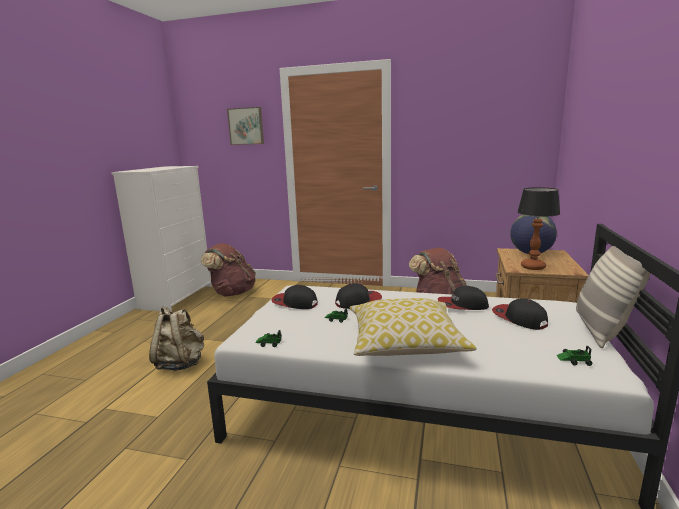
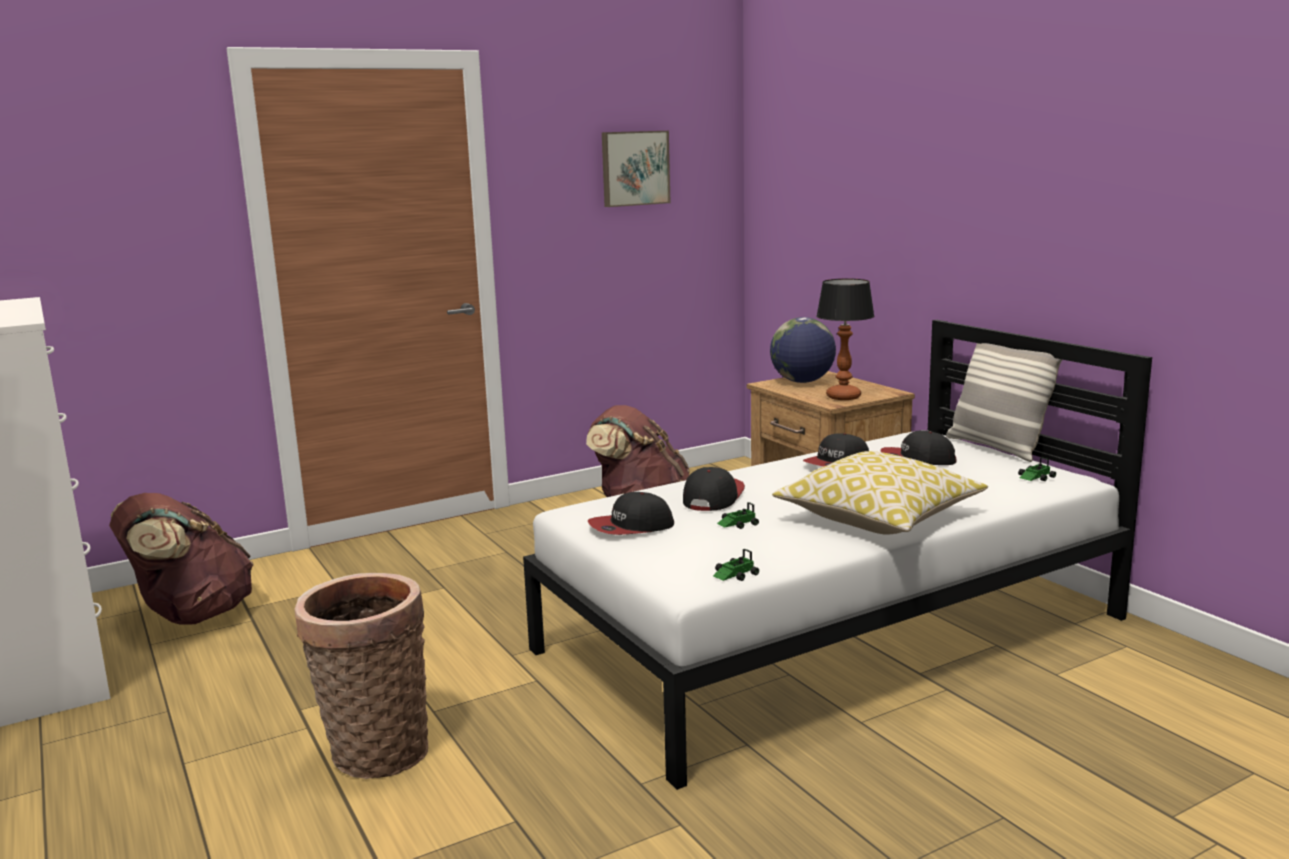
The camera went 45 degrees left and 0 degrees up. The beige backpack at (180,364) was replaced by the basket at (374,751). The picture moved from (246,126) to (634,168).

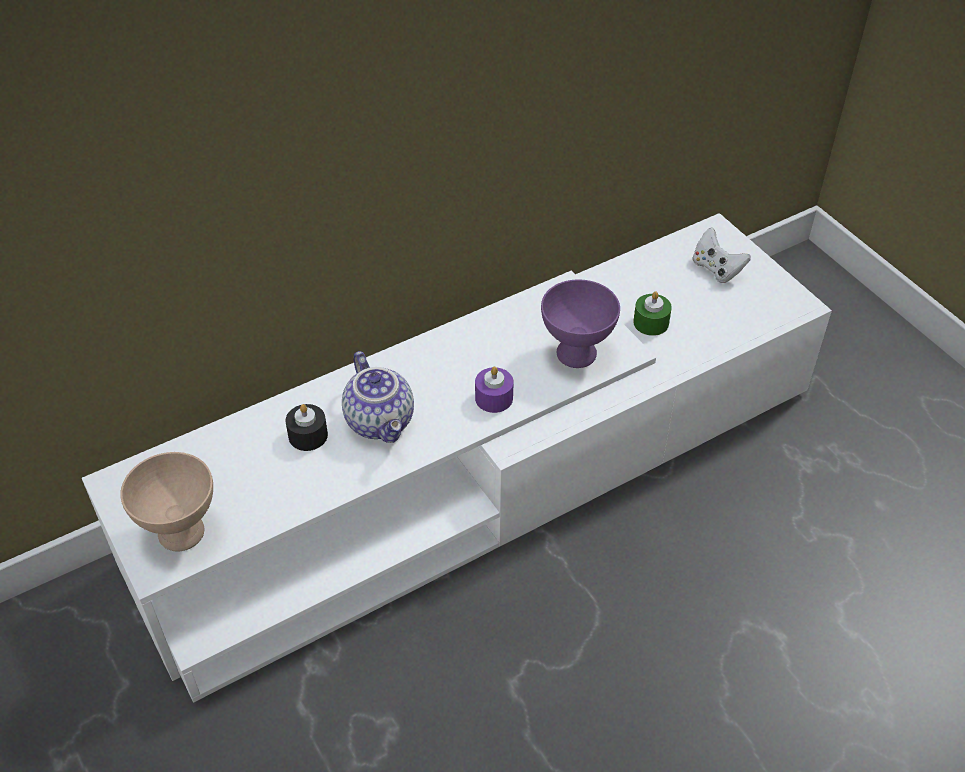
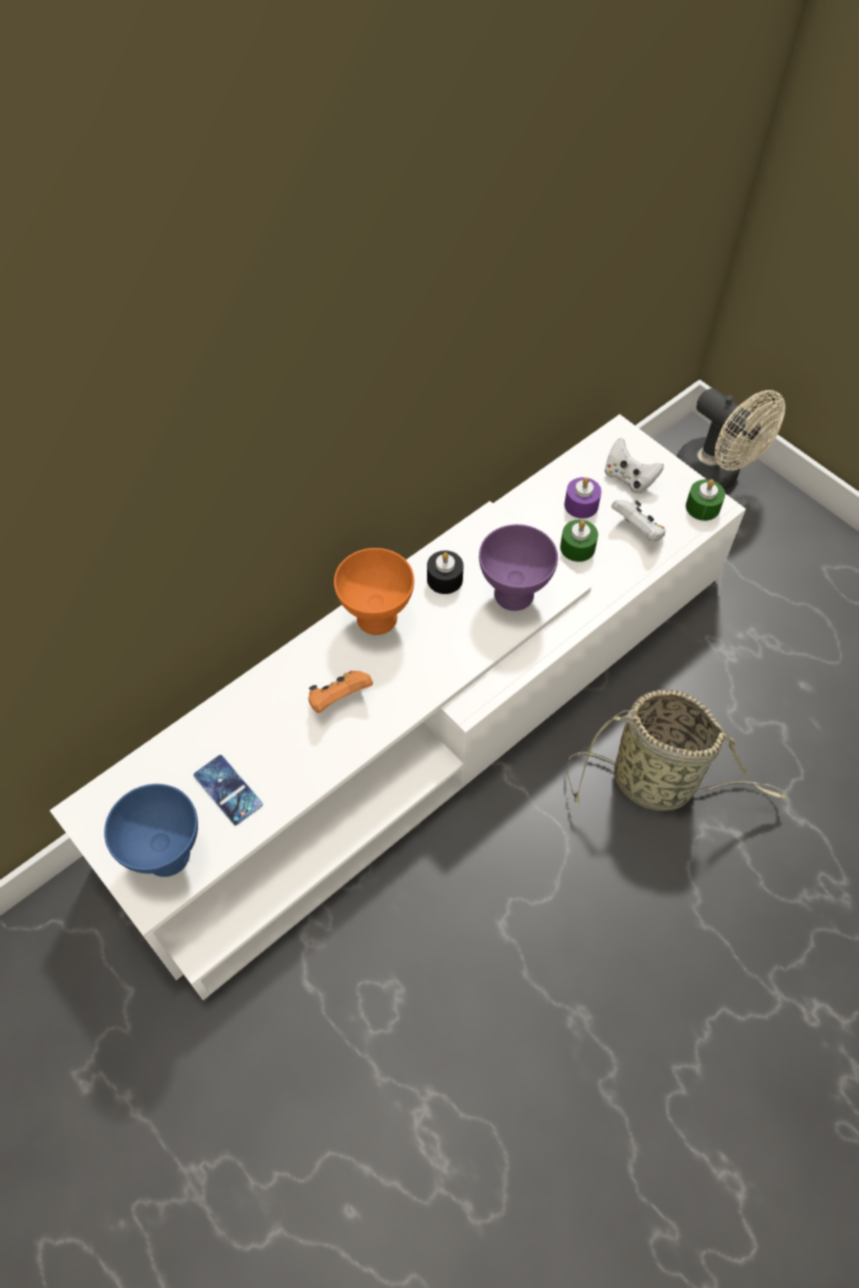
The camera went 10 degrees left and 10 degrees up. The beige bowl at (182,531) became the blue bowl at (167,853). The phone at (228,790) appeared. The teapot at (381,421) was replaced by the orange game controller at (339,699). The orange bowl at (378,617) appeared. The black candle moved from (308,435) to (444,579). The purple candle moved from (494,398) to (581,505). The basket at (658,783) appeared. The white game controller at (638,531) appeared. The beige fan at (715,477) appeared. The green candle at (702,507) appeared.

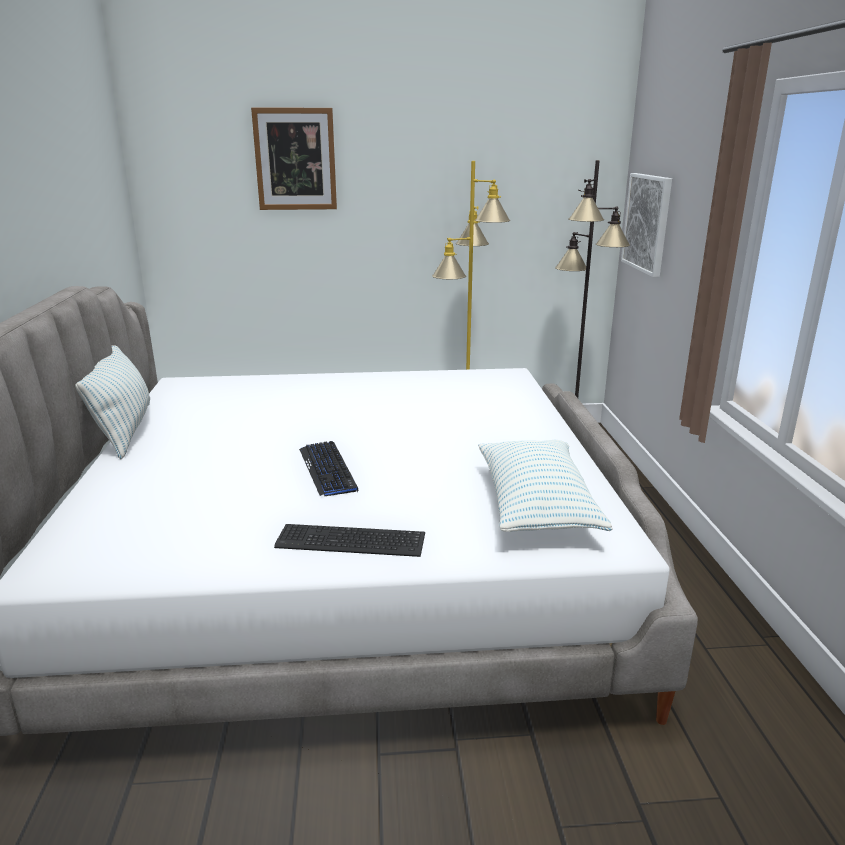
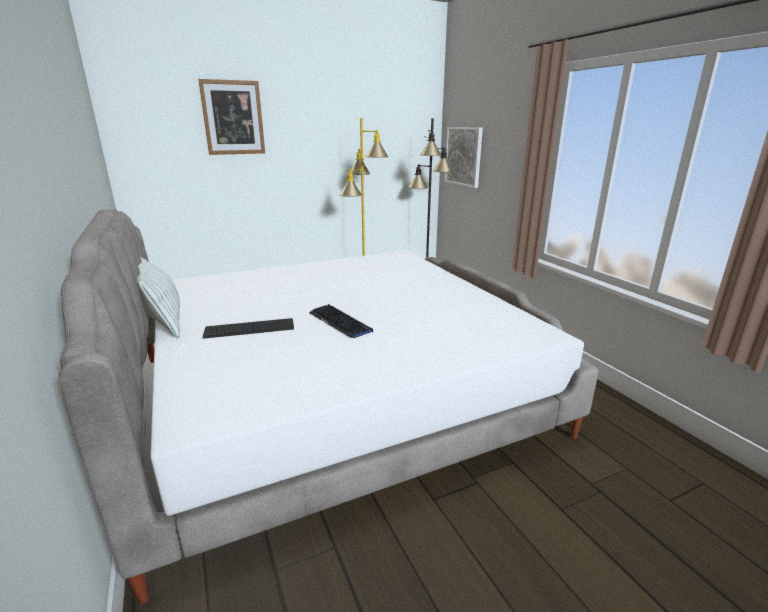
The camera went 20 degrees left and 0 degrees up. The keyboard moved from (352,542) to (251,329). The pillow at (536,505) disappeared.

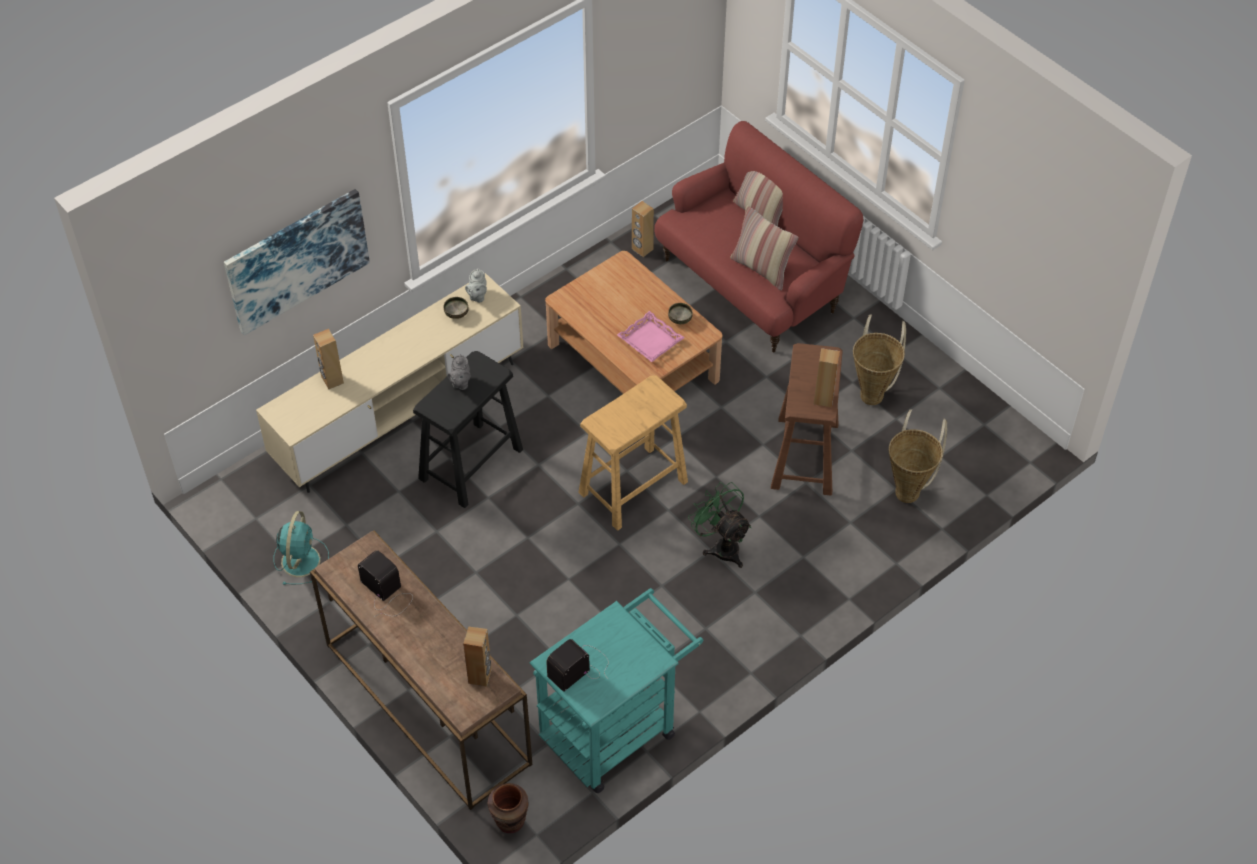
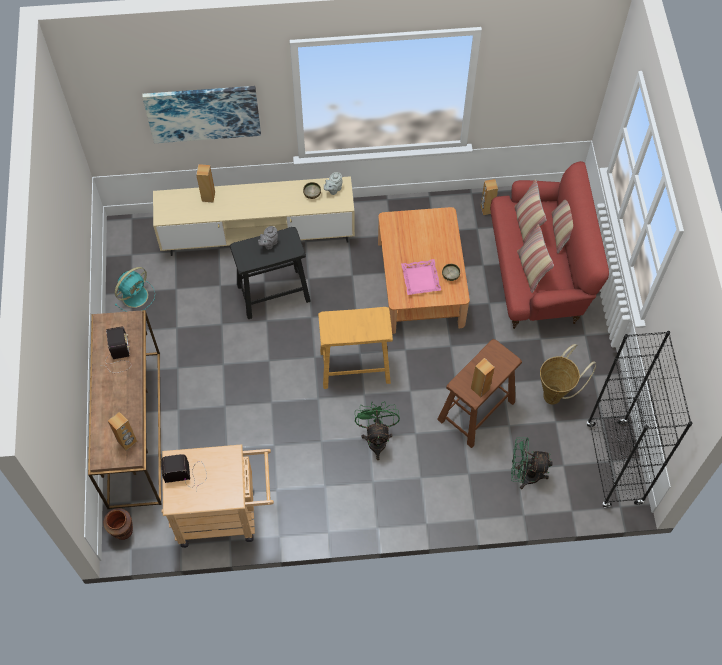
The camera went 35 degrees right and 10 degrees up. The turquoise cart at (616,727) became the beige cart at (224,514). The basket at (909,489) was replaced by the green fan at (524,474). The pillow at (526,225) appeared. The black bookcase at (613,464) appeared.

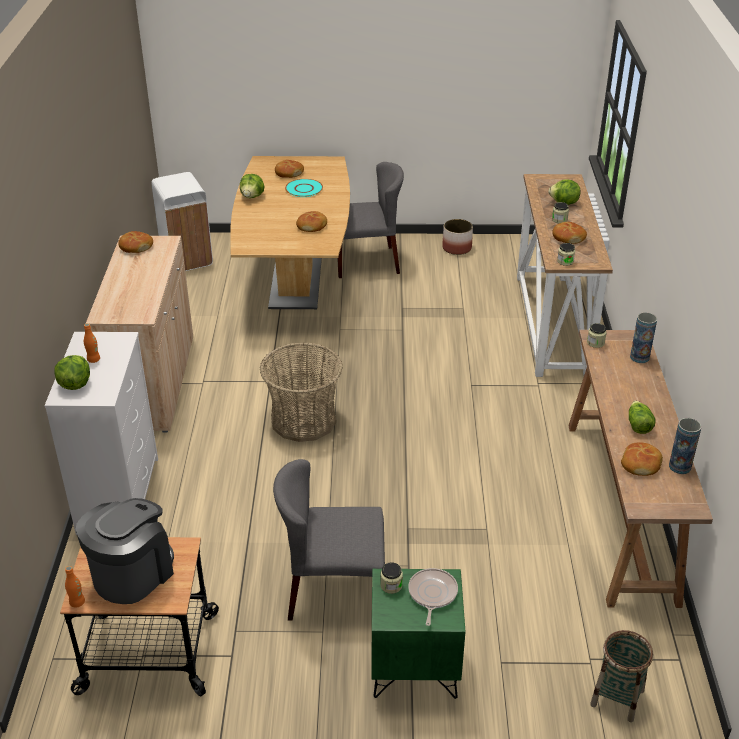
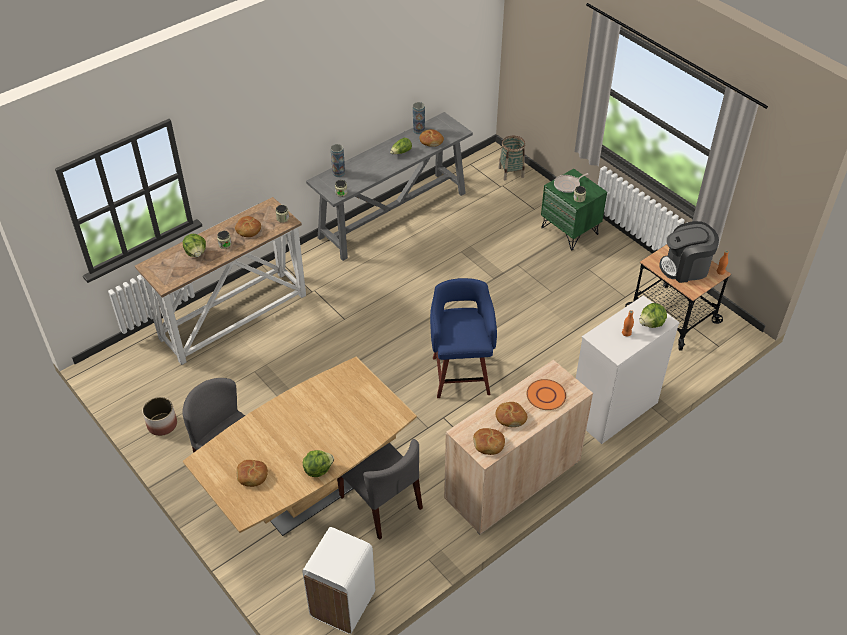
The camera went 130 degrees left and 10 degrees up. The brown console table at (620,509) became the grey console table at (393,214). The grey chair moved from (333,590) to (381,502). The basket at (303,420) was replaced by the blue stool at (461,373). The bread moved from (312,226) to (510,417). The orange plate at (545,395) appeared. The turquoise plate at (304,189) disappeared.

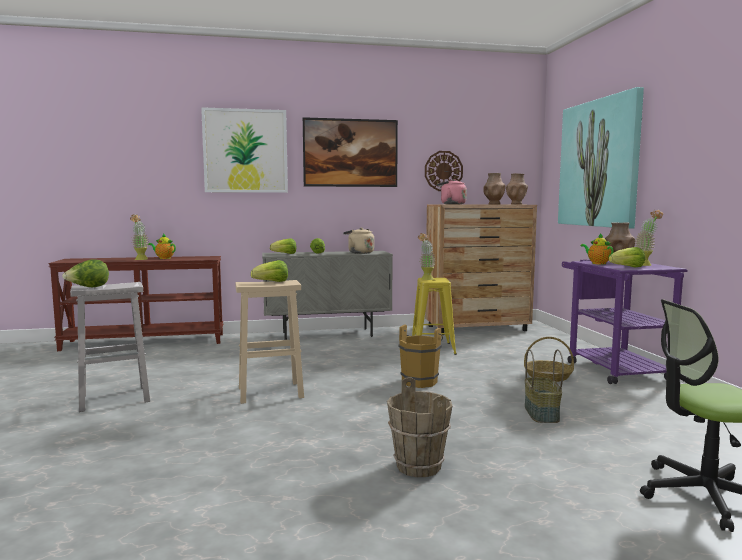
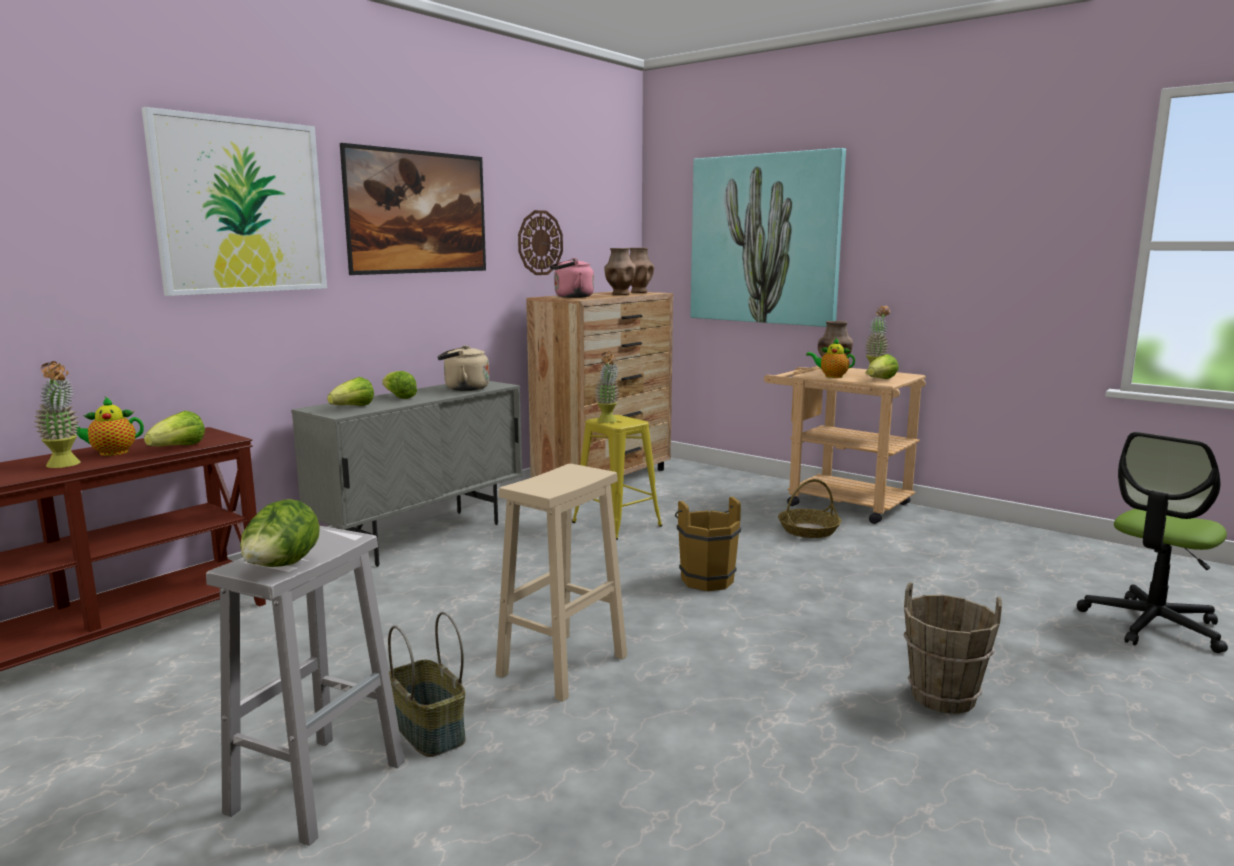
The camera went 40 degrees left and 5 degrees up. The lettuce moved from (272,282) to (178,448). The basket moved from (540,413) to (427,731). The purple cart at (612,368) became the beige cart at (838,502).

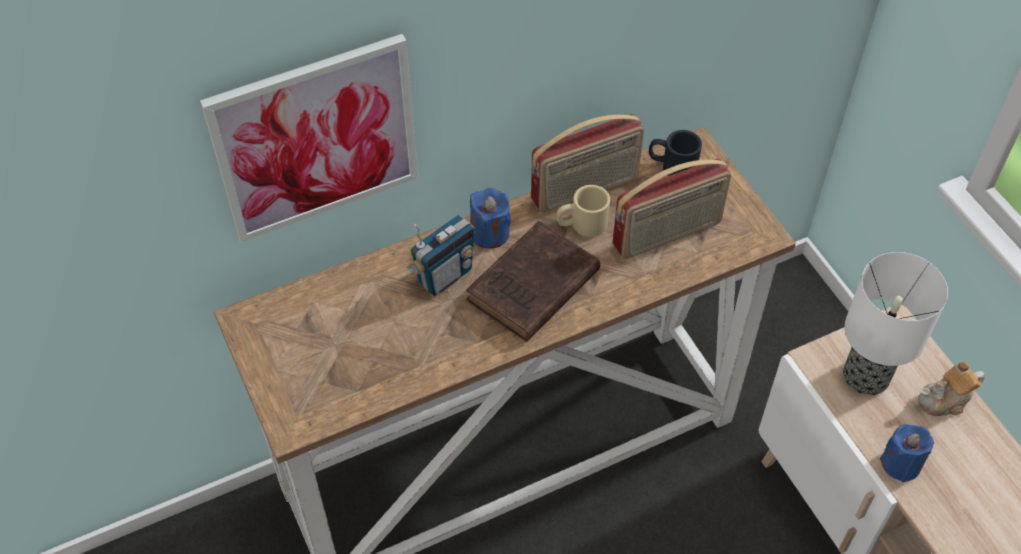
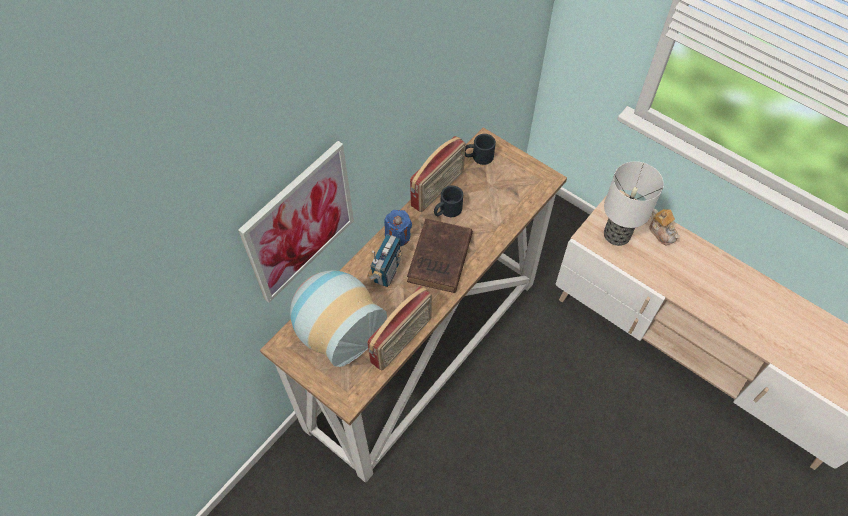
The camera went 25 degrees left and 5 degrees up. The vase at (337,331) appeared. The radio moved from (668,235) to (402,341). The beige mug at (581,224) became the black mug at (447,211). The teapot at (945,400) turned 75 degrees counterclockwise. The blue candle at (901,463) disappeared.

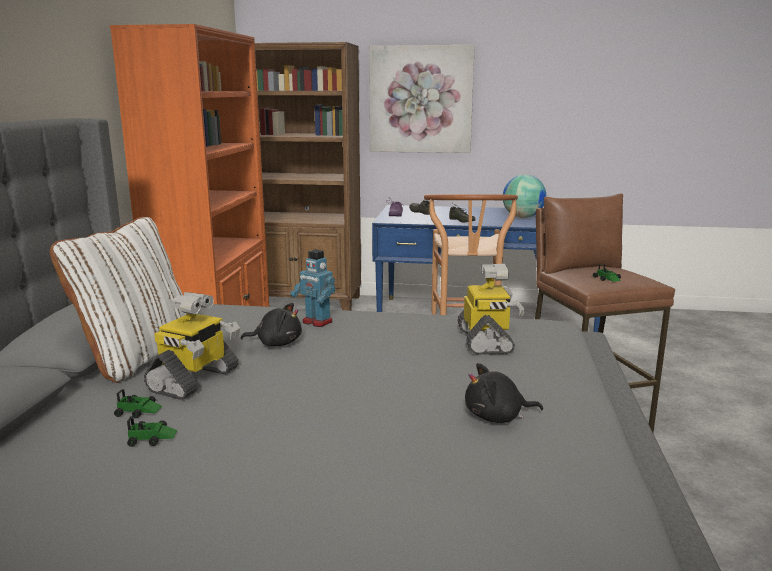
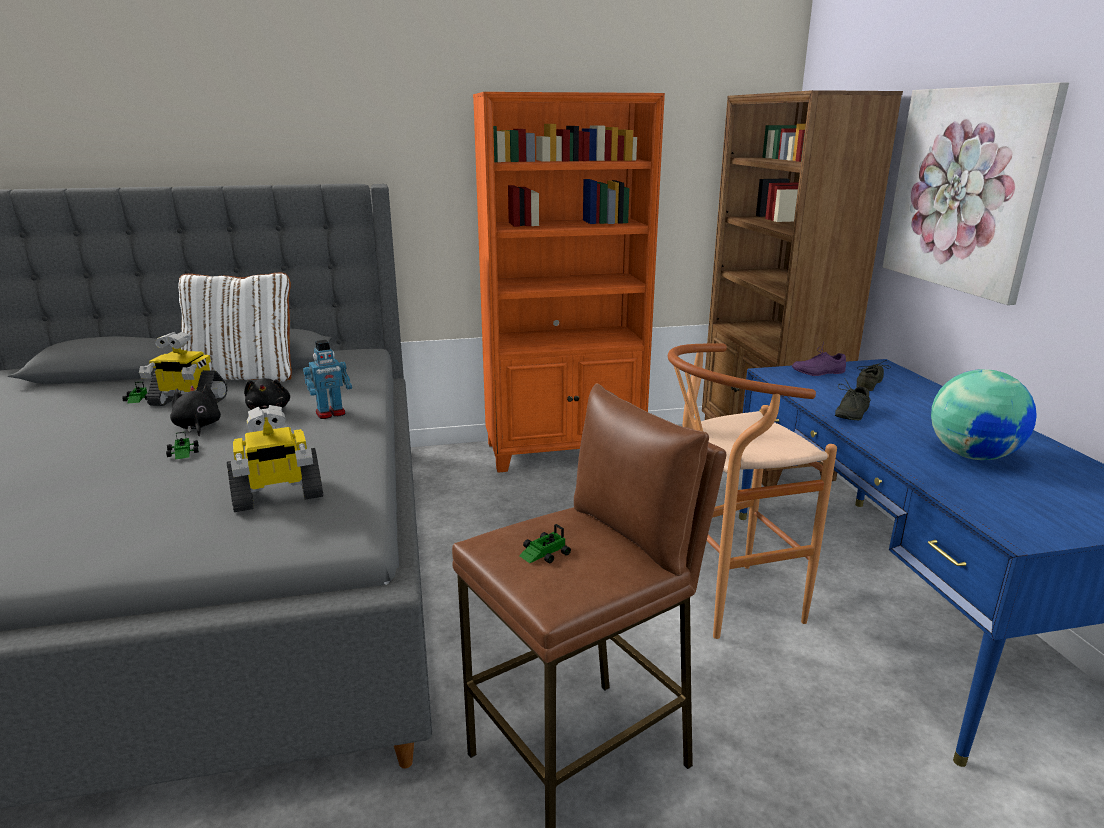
The camera went 70 degrees right and 5 degrees up. The toy car moved from (153,436) to (183,453). The black plush toy moved from (497,417) to (197,427). The toy robot at (317,322) turned 135 degrees counterclockwise.

